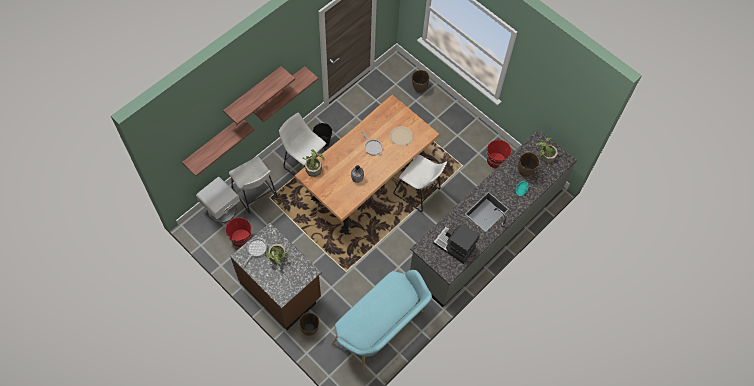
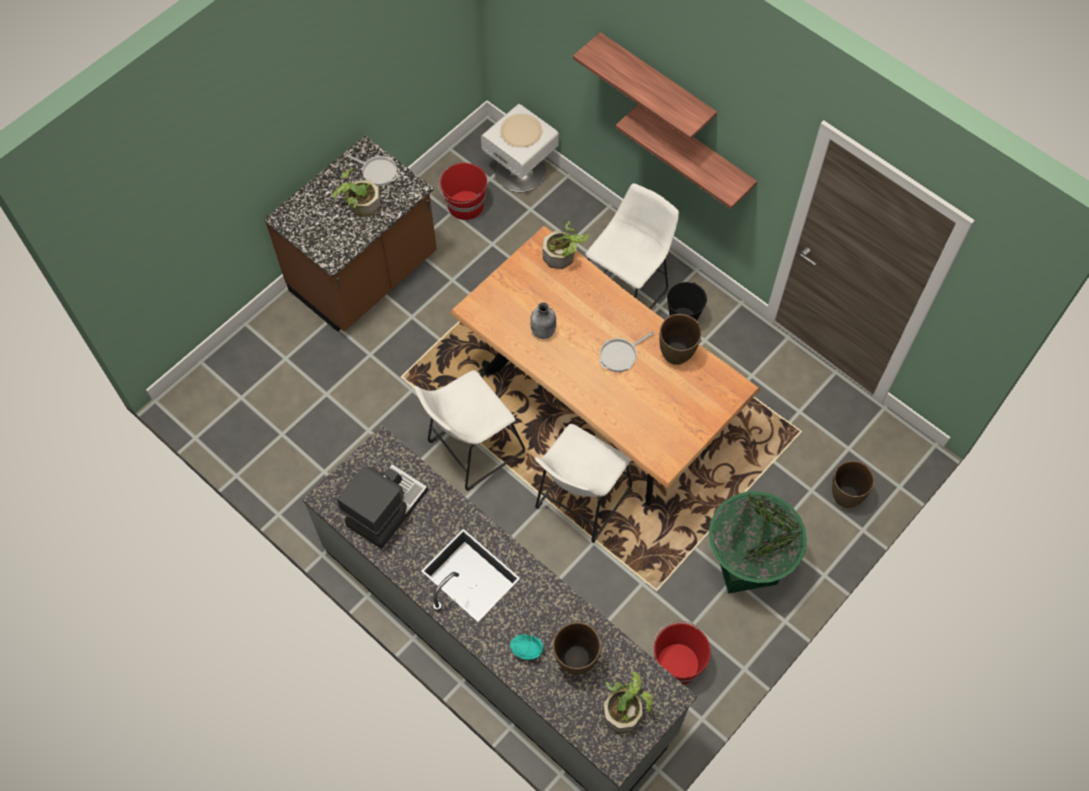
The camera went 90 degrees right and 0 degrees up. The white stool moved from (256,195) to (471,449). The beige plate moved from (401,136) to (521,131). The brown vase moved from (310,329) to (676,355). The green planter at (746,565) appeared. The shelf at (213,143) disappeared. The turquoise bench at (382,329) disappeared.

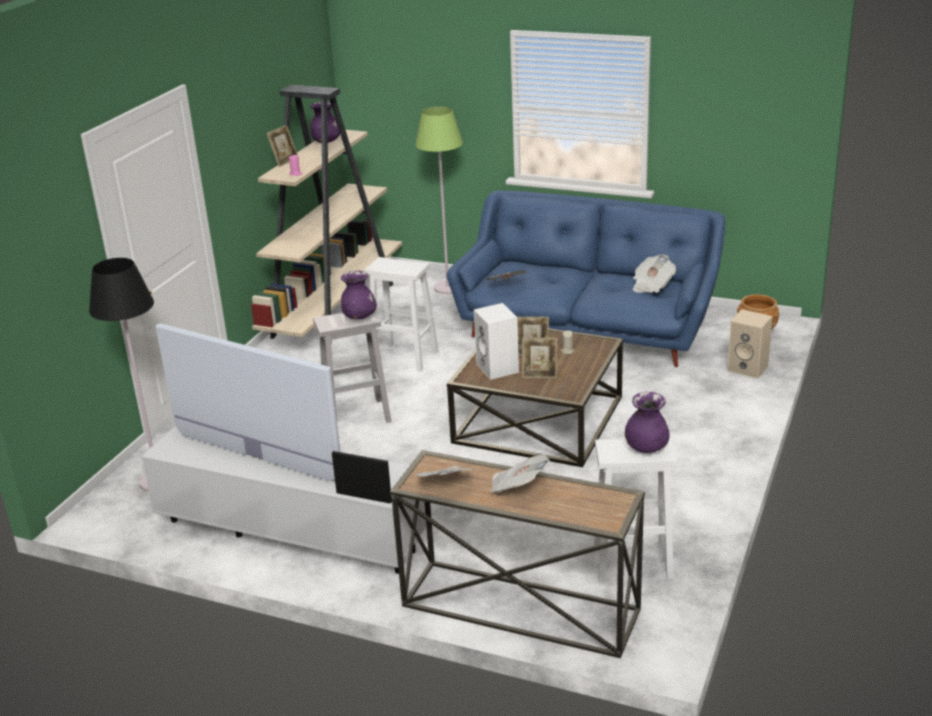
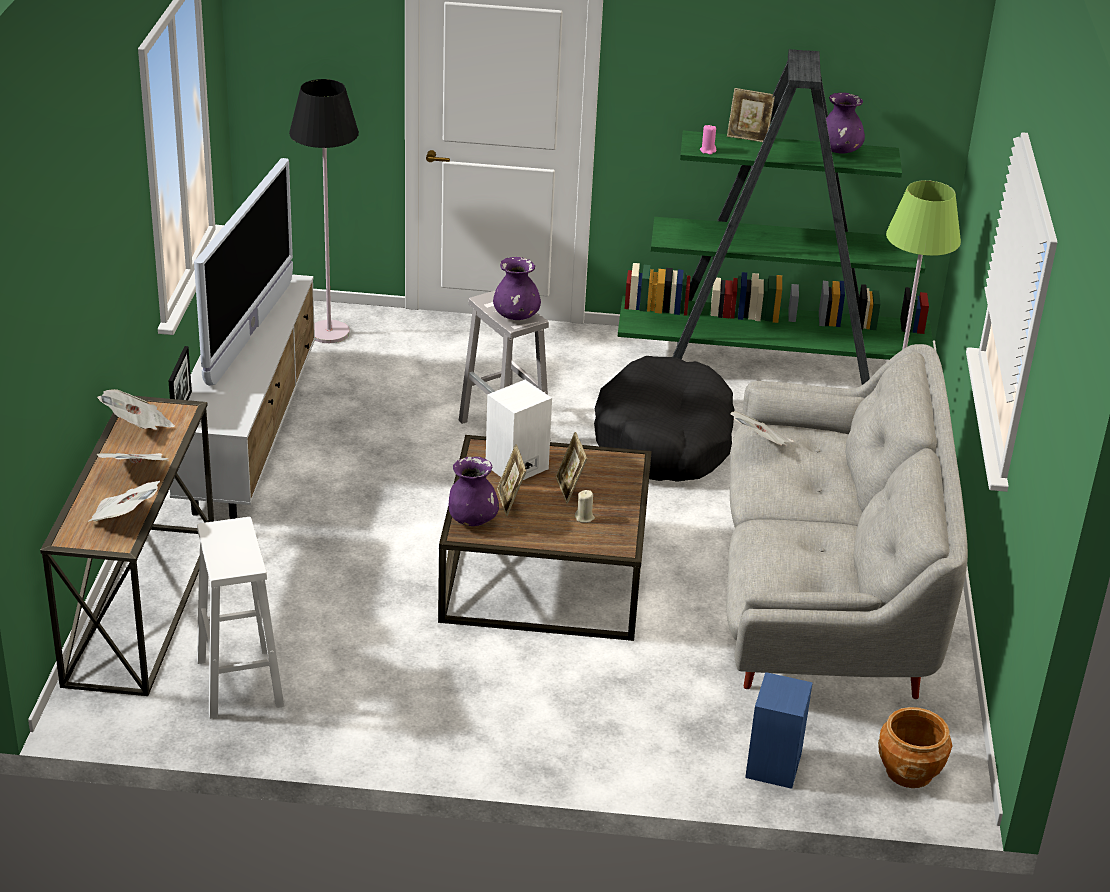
The camera went 70 degrees right and 5 degrees up. The newspaper moved from (651,285) to (125,517). The purple vase moved from (646,448) to (472,519). The white stool at (403,357) was replaced by the black dog bed at (664,440). The beige bookcase at (335,309) became the green bookcase at (771,364). The blue sofa at (587,329) became the grey sofa at (824,589). The beige speaker at (749,368) became the blue speaker at (774,767).

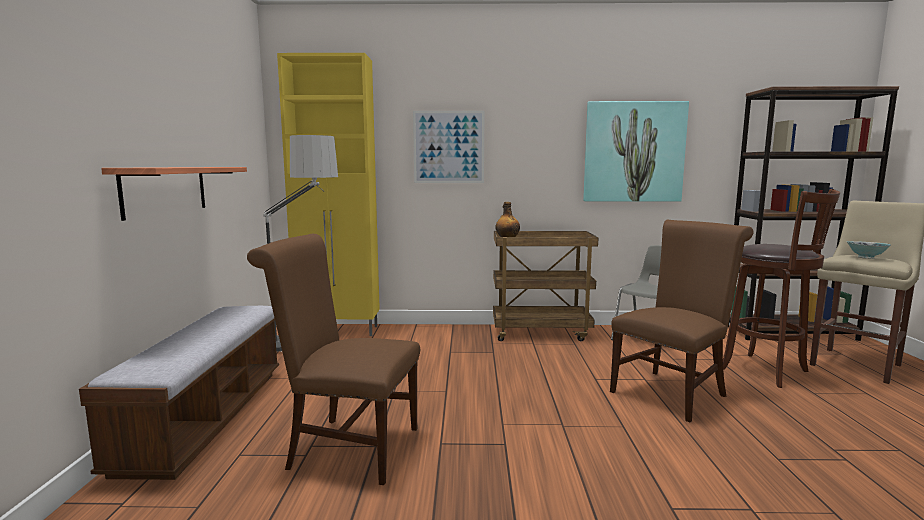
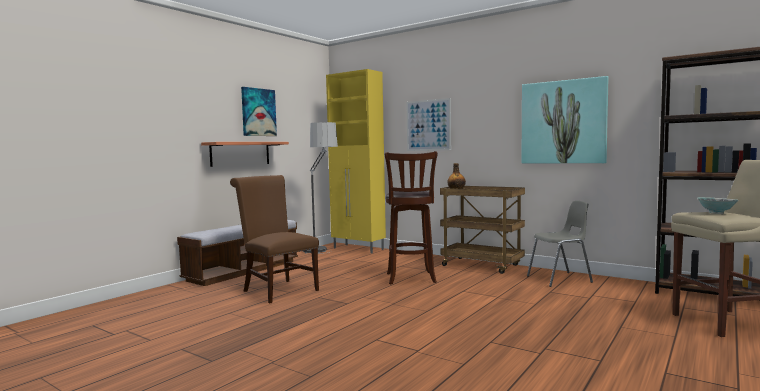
The camera went 35 degrees right and 5 degrees down. The picture at (258,112) appeared. The brown stool moved from (768,371) to (411,279). The brown chair at (672,392) disappeared.

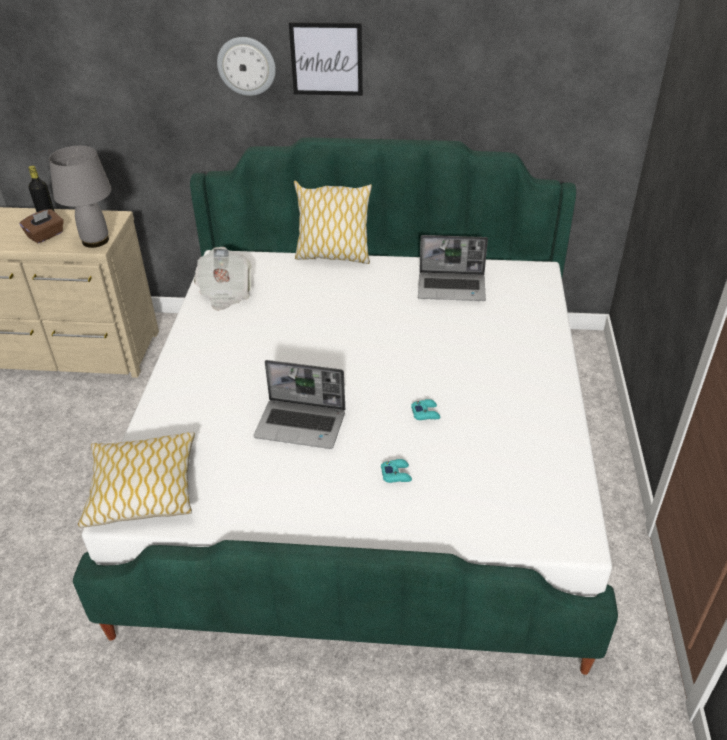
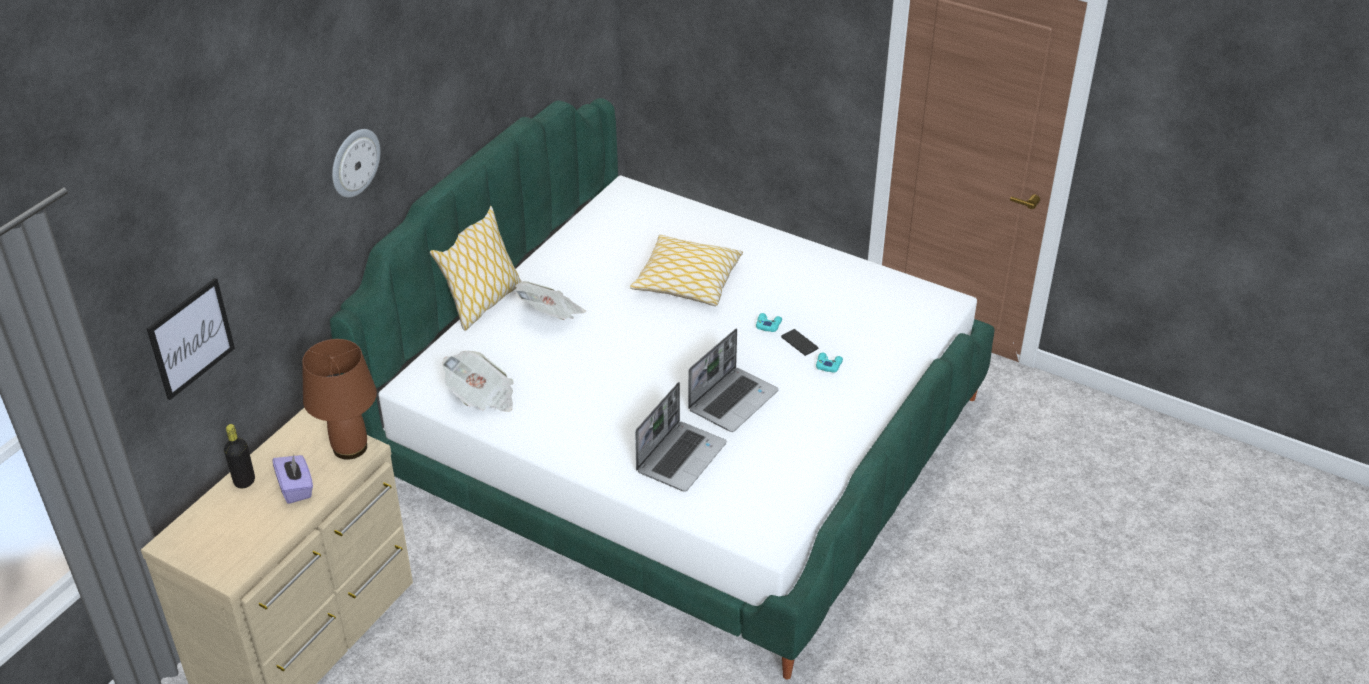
The camera went 65 degrees left and 0 degrees up. The picture moved from (326,59) to (191,338). The brown tissue box at (46,235) became the purple tissue box at (296,488). The grey table lamp at (95,241) became the brown table lamp at (350,448). The newspaper at (551,315) appeared. The pillow moved from (142,489) to (687,281). The laptop moved from (452,288) to (681,456). The phone at (799,343) appeared.

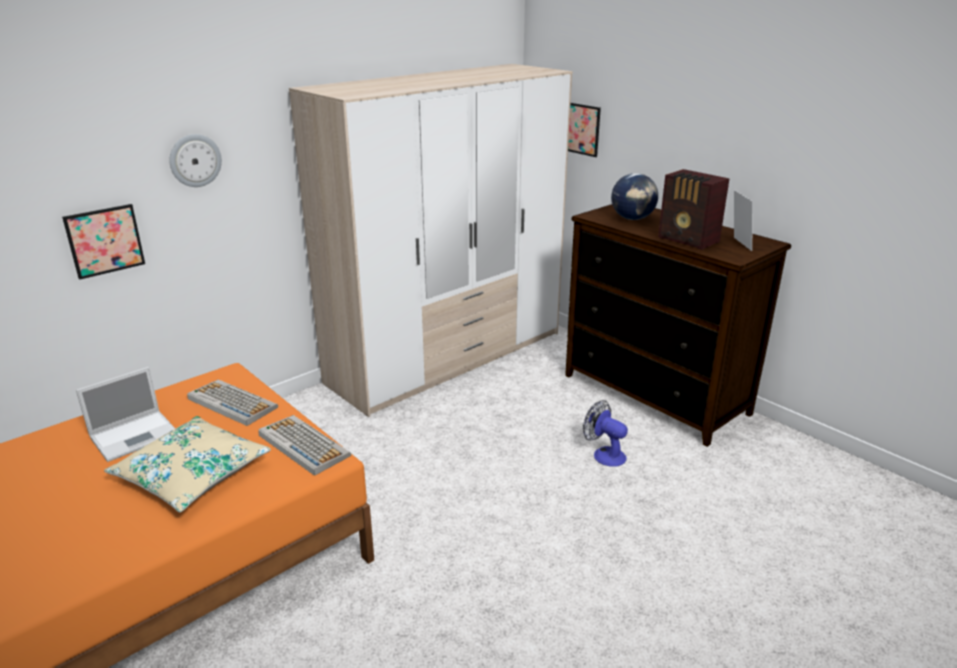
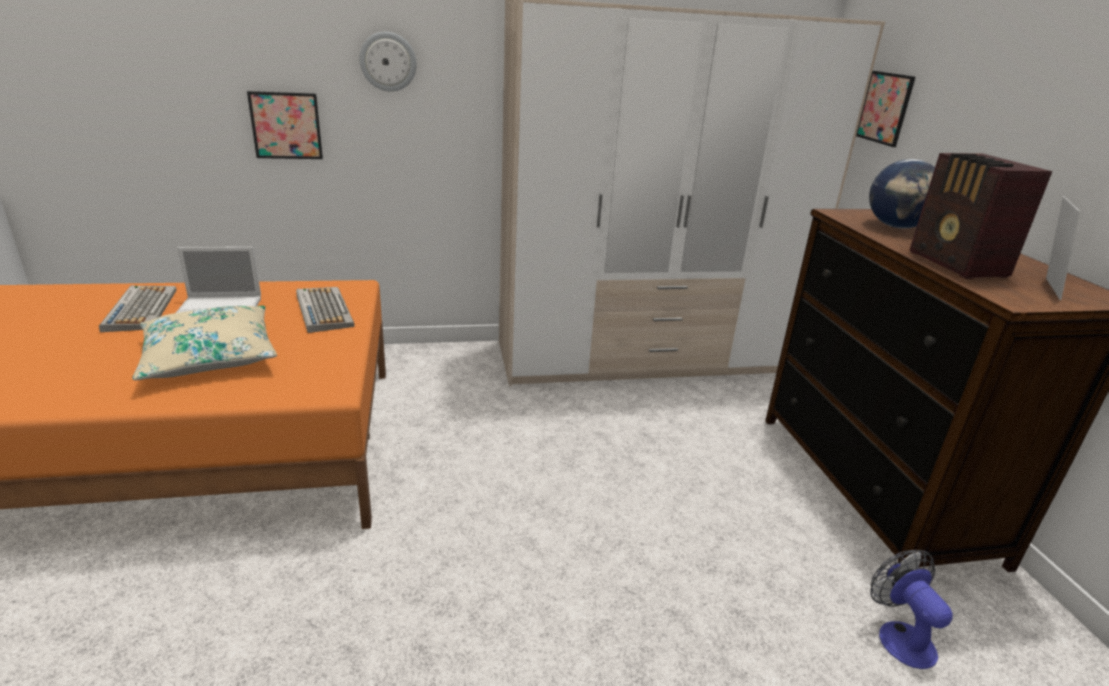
The camera went 30 degrees right and 0 degrees up. The keyboard moved from (302,445) to (140,309). The fan moved from (604,454) to (899,635).

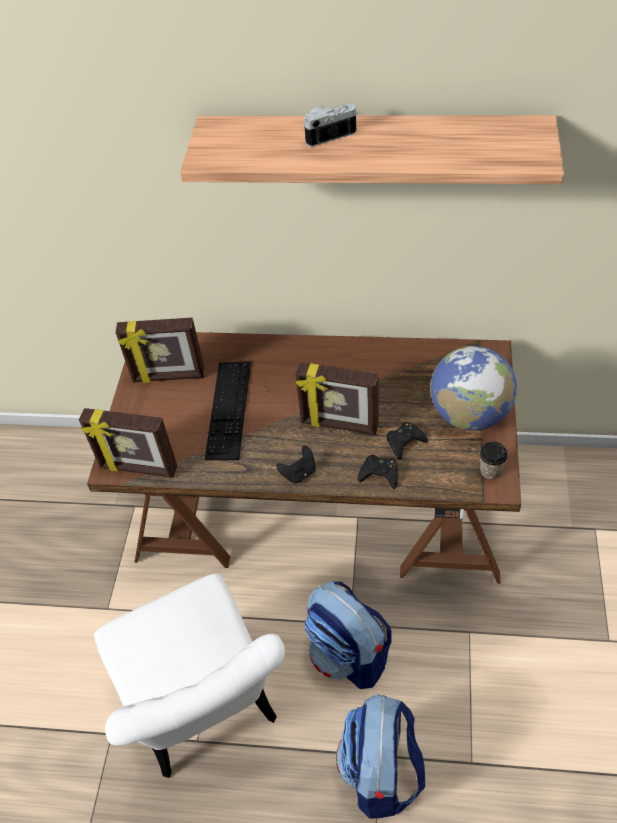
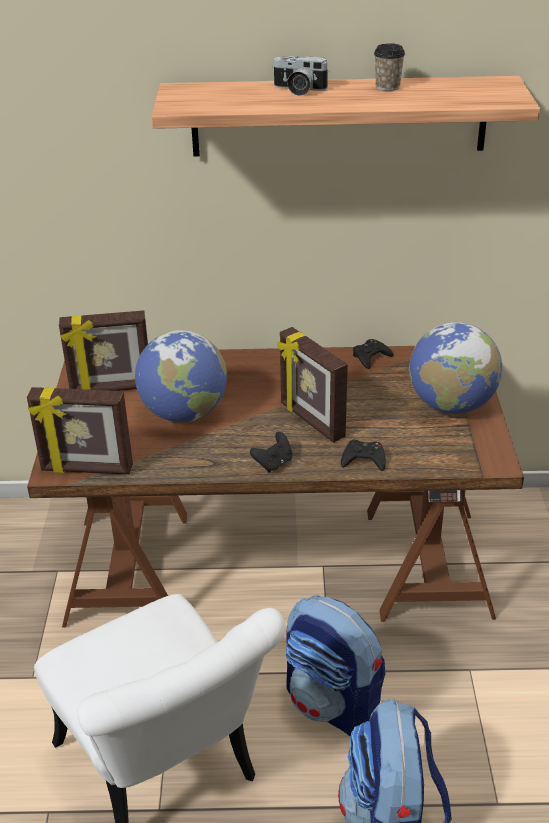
The camera went 10 degrees left and 15 degrees down. The keyboard at (228,409) was replaced by the globe at (184,413). The photo camera at (328,133) turned 135 degrees counterclockwise. The picture frame at (339,425) turned 45 degrees clockwise. The black game controller moved from (404,442) to (370,357). The cup moved from (490,470) to (387,87).

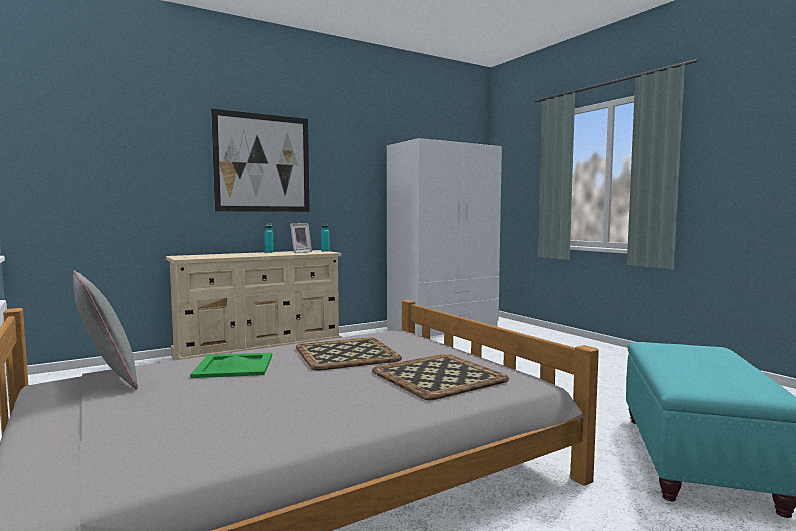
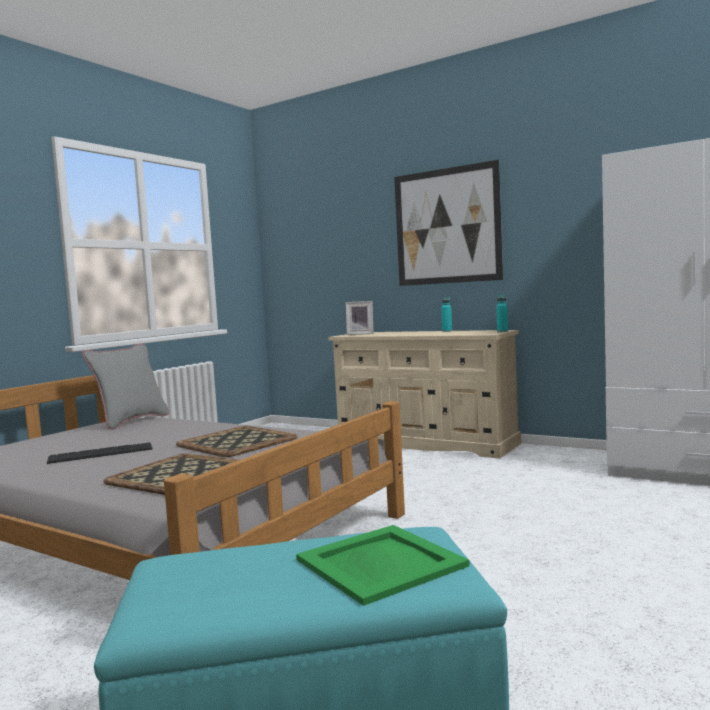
The camera went 65 degrees right and 0 degrees up. The keyboard at (101,453) appeared. The green tray moved from (234,366) to (380,563). The picture frame moved from (299,252) to (360,334).

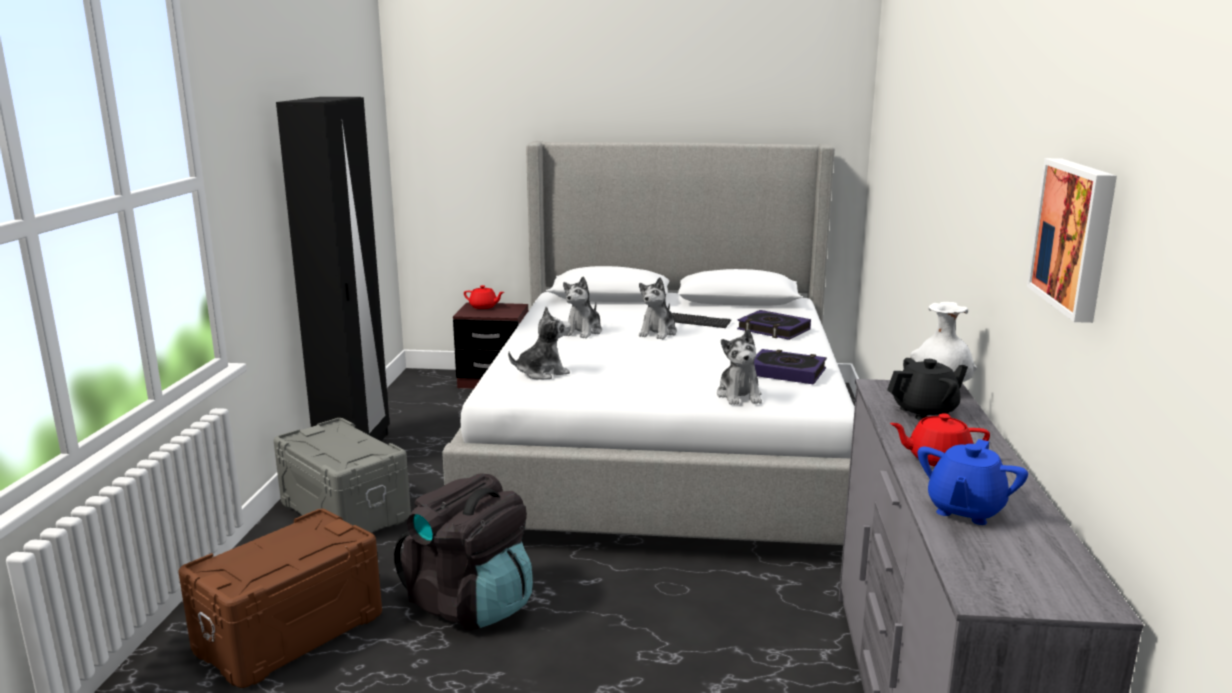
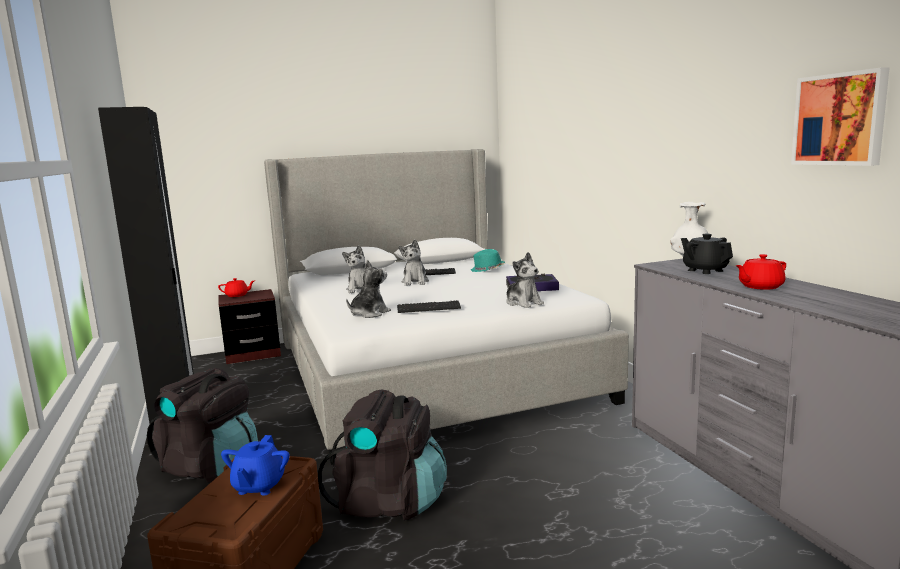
The camera went 25 degrees left and 5 degrees down. The grey storage box at (346,510) was replaced by the black backpack at (211,466). The blue teapot moved from (964,510) to (258,486). The keyboard at (428,308) appeared. The book at (773,330) was replaced by the turquoise hat at (487,270). The black teapot at (925,412) turned 75 degrees counterclockwise.

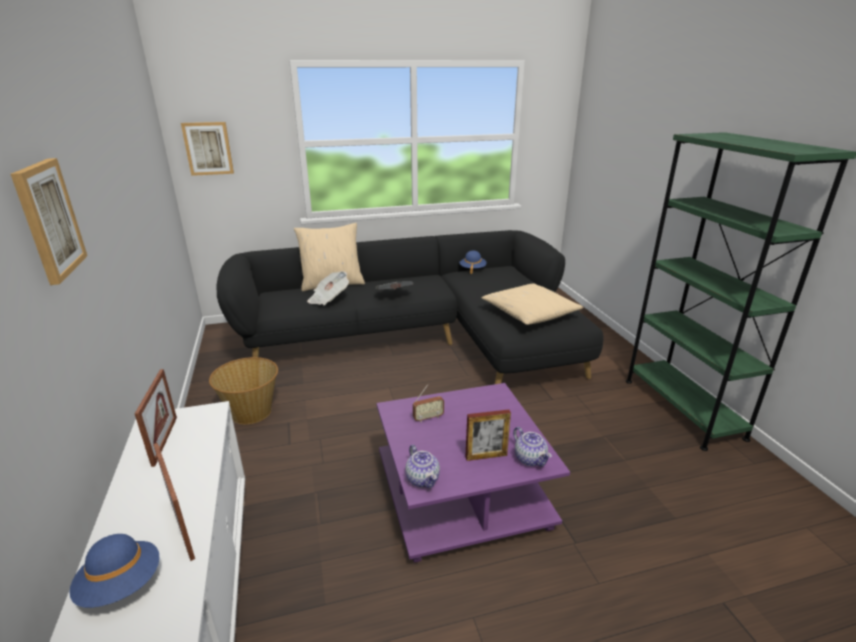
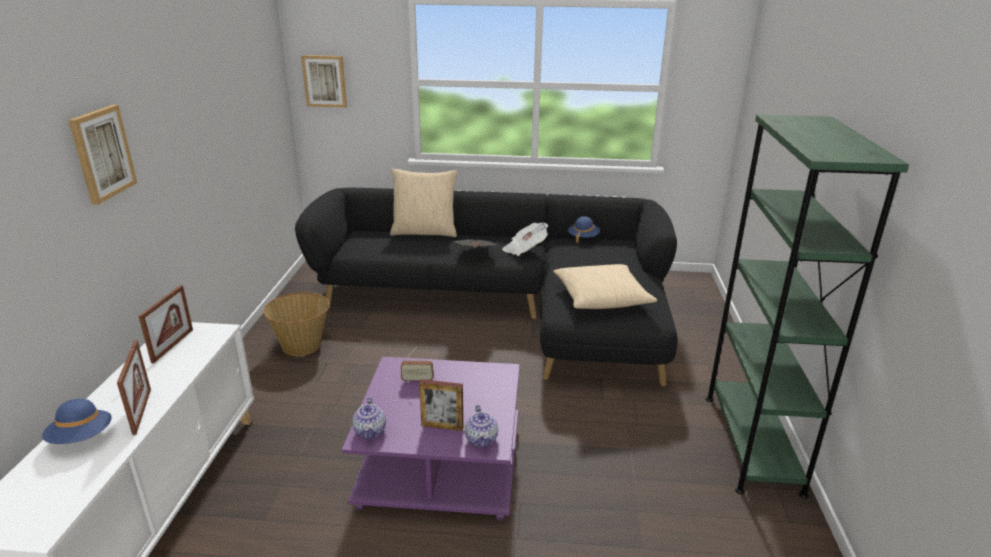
The camera went 20 degrees right and 0 degrees up. The newspaper moved from (328,299) to (524,250).

